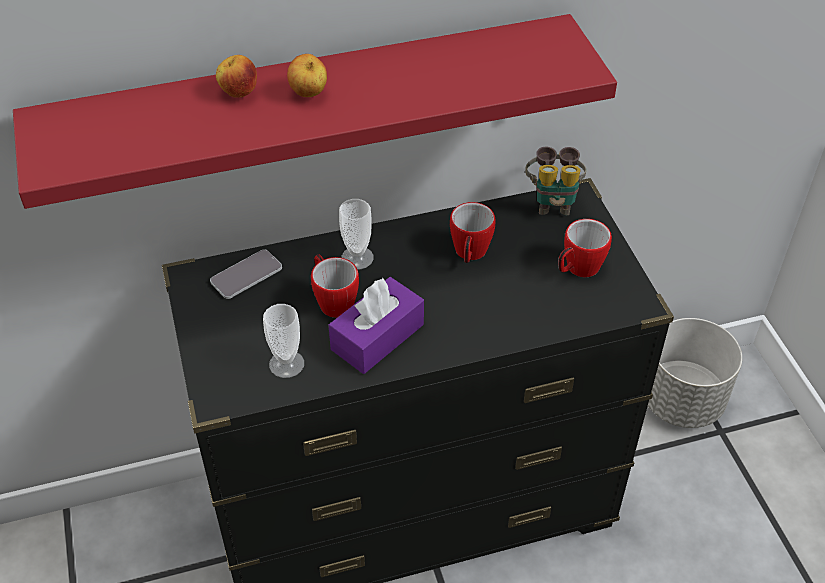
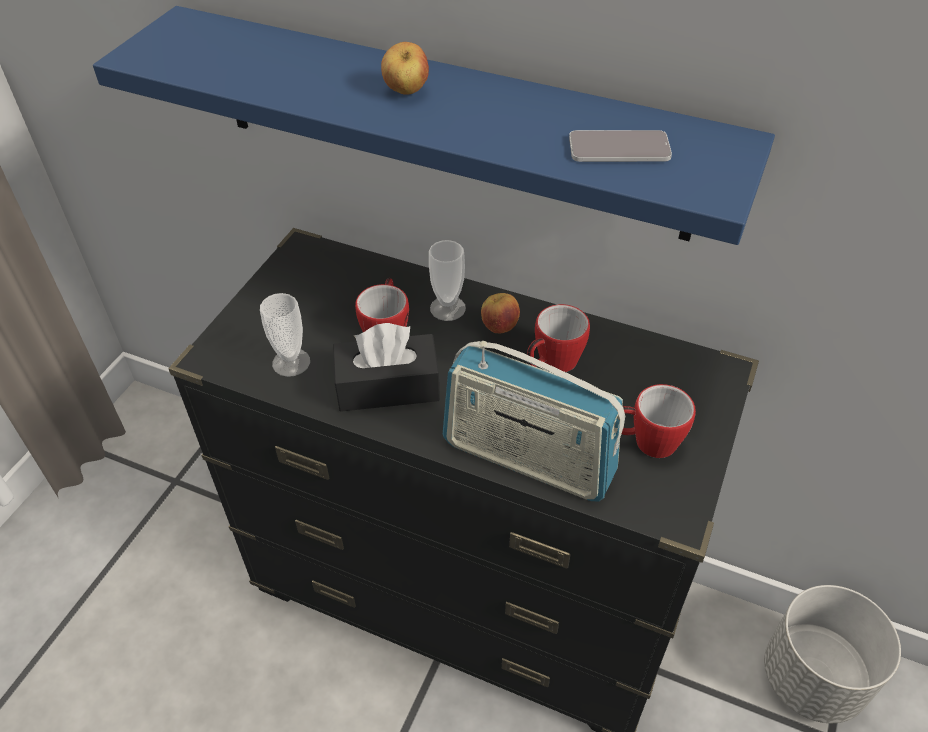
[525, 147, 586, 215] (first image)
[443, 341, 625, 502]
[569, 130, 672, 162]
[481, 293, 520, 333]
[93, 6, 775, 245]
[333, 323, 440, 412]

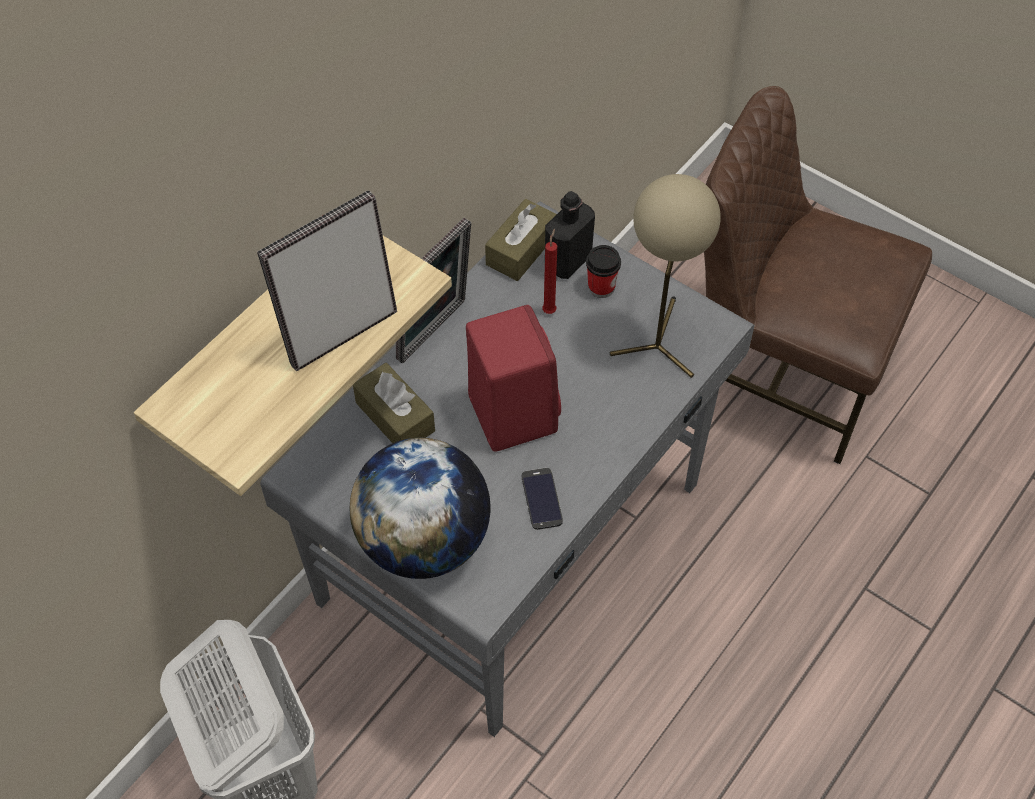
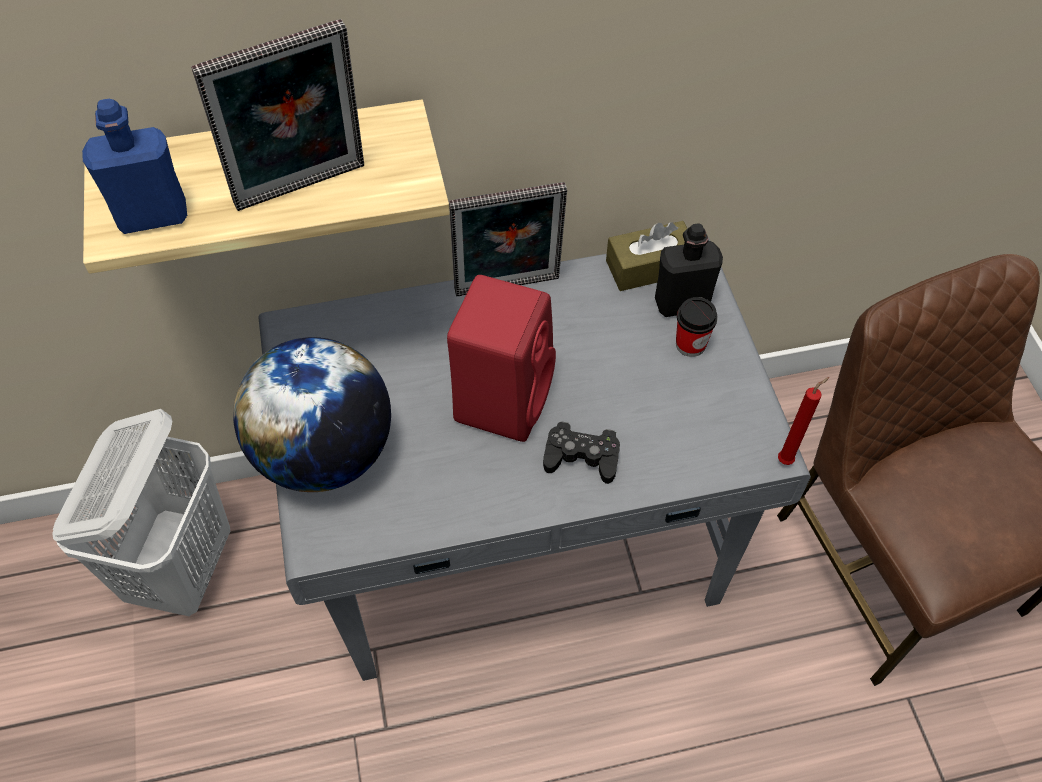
[353, 363, 435, 443] (first image)
[522, 468, 563, 530] (first image)
[610, 174, 721, 378] (first image)
[82, 99, 187, 234]
[543, 421, 620, 484]
[778, 377, 829, 465]
[191, 19, 364, 211]

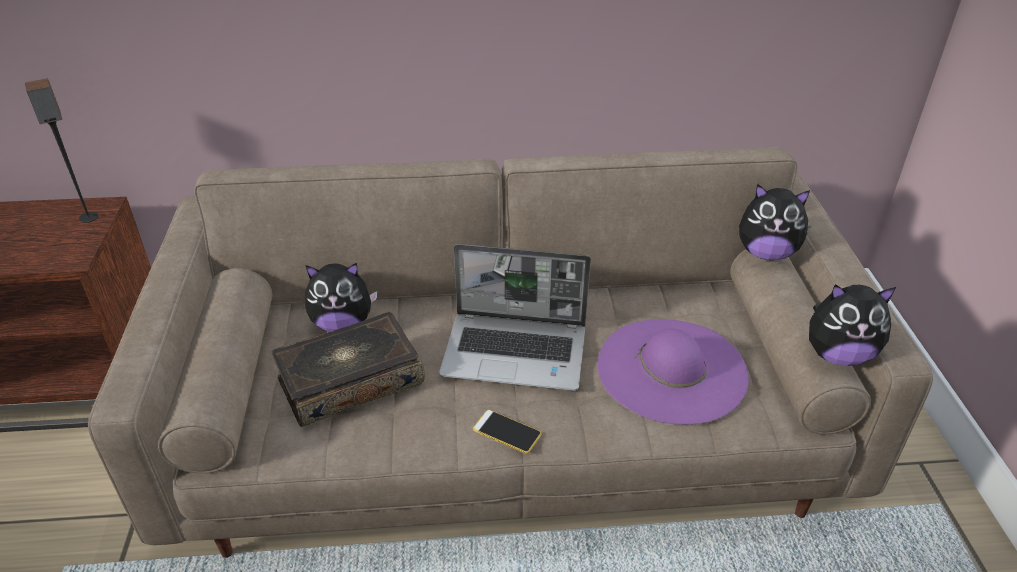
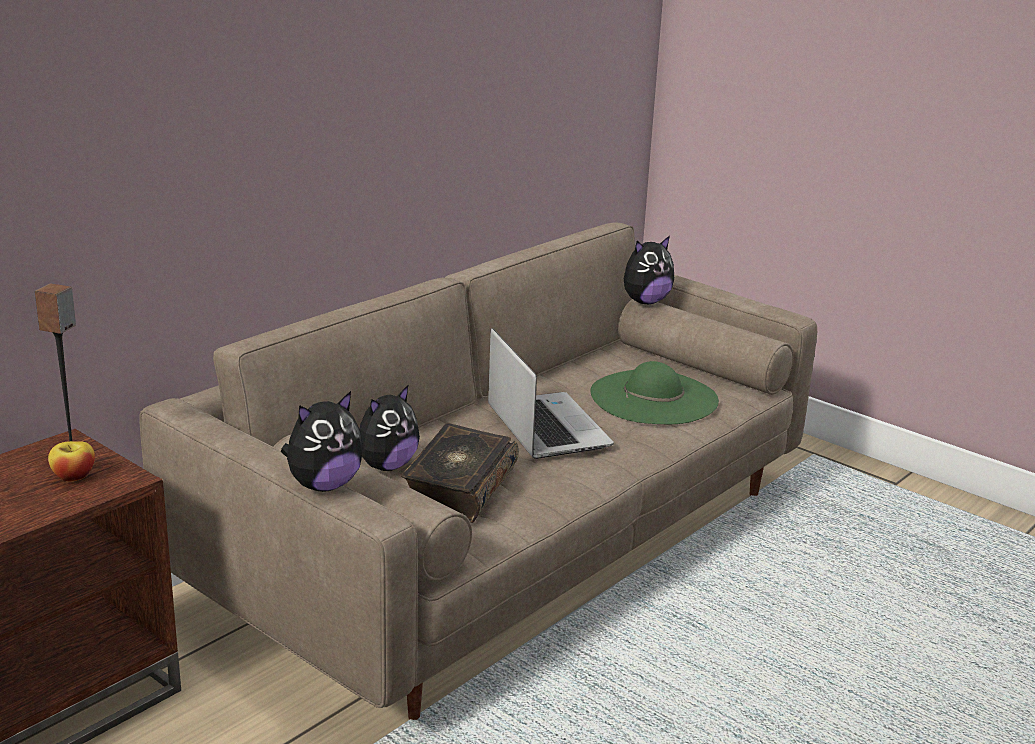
[473, 410, 542, 454] (first image)
[48, 441, 95, 481]
[281, 391, 364, 492]
[591, 361, 719, 424]
[488, 328, 614, 459]

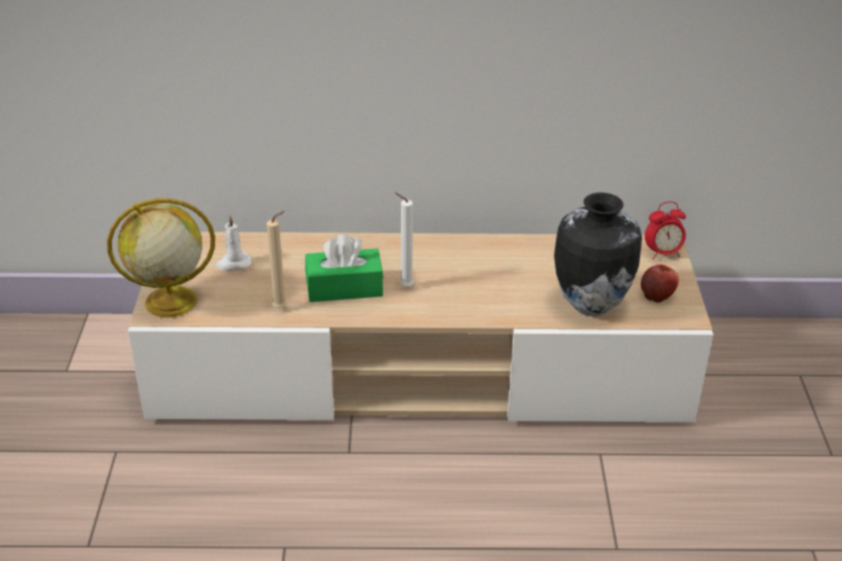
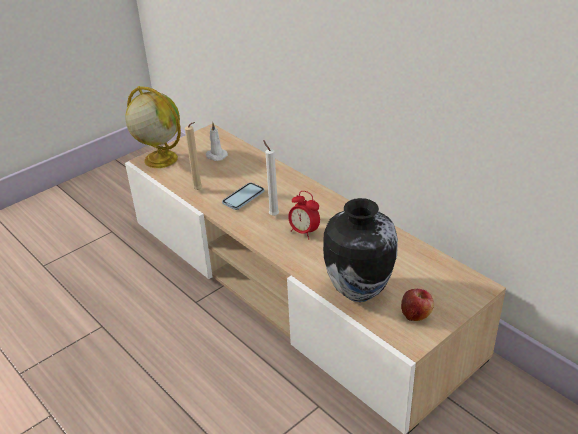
[288, 191, 320, 239]
[222, 183, 265, 210]

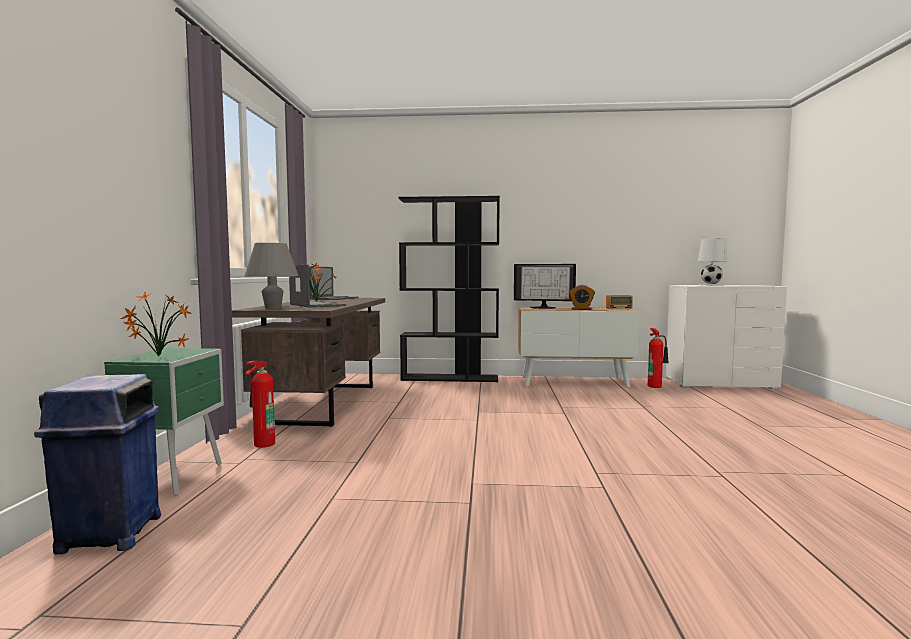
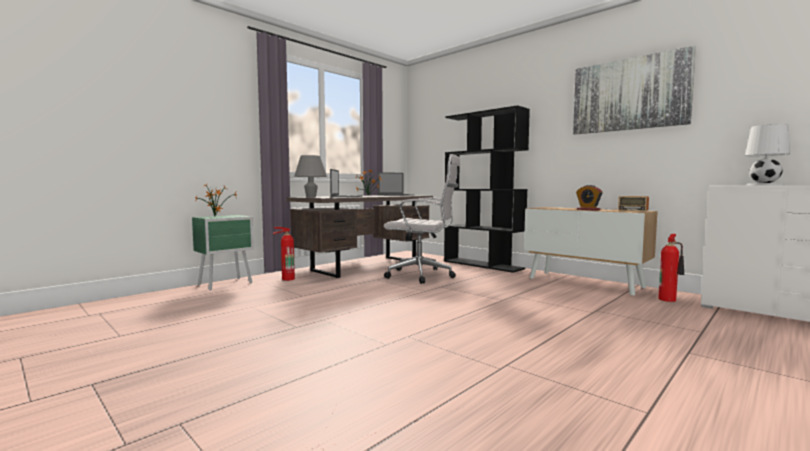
[34, 374, 161, 555] (first image)
[514, 264, 576, 309] (first image)
[384, 154, 460, 284]
[573, 46, 696, 135]

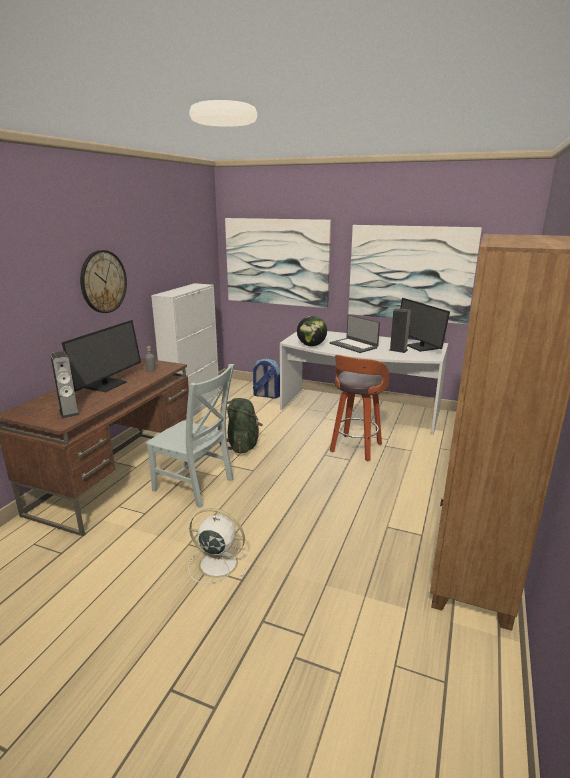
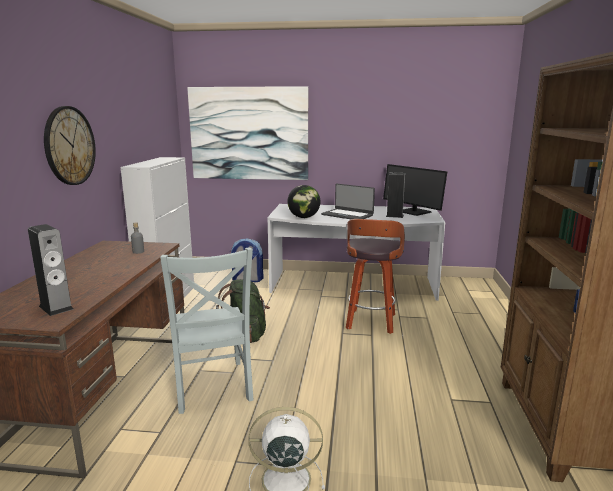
[61, 320, 141, 392] (first image)
[348, 225, 482, 325] (first image)
[160, 247, 253, 414]

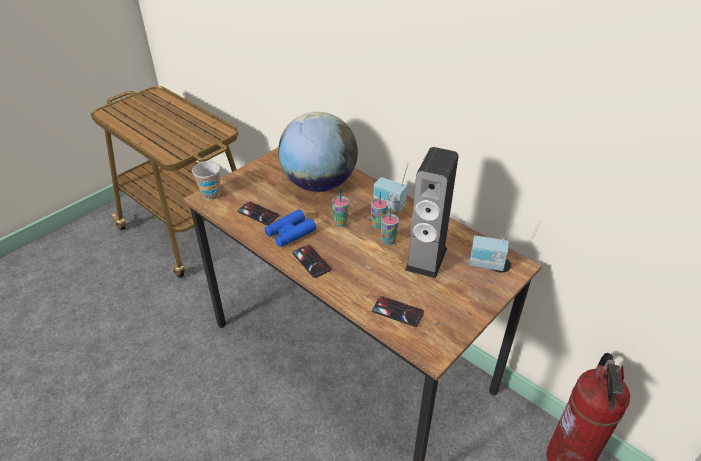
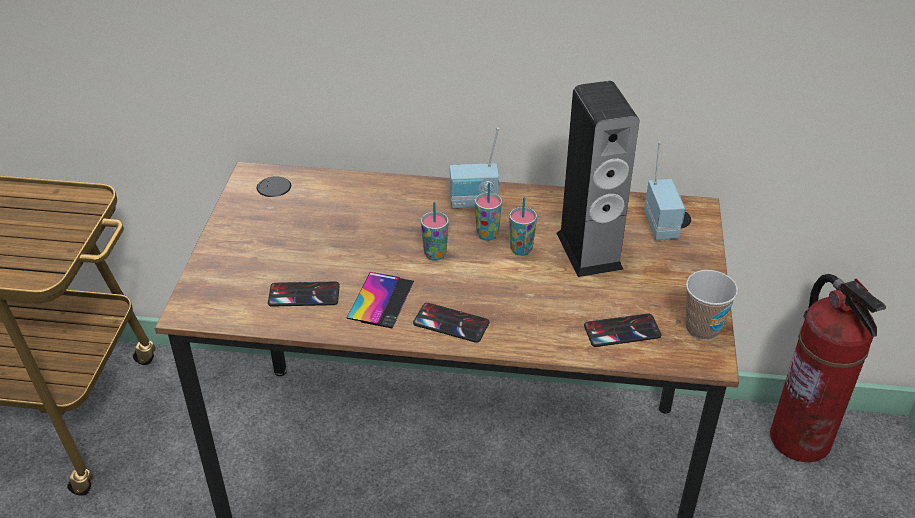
[278, 112, 358, 192] (first image)
[686, 270, 738, 340]
[347, 272, 414, 329]
[644, 142, 686, 240]

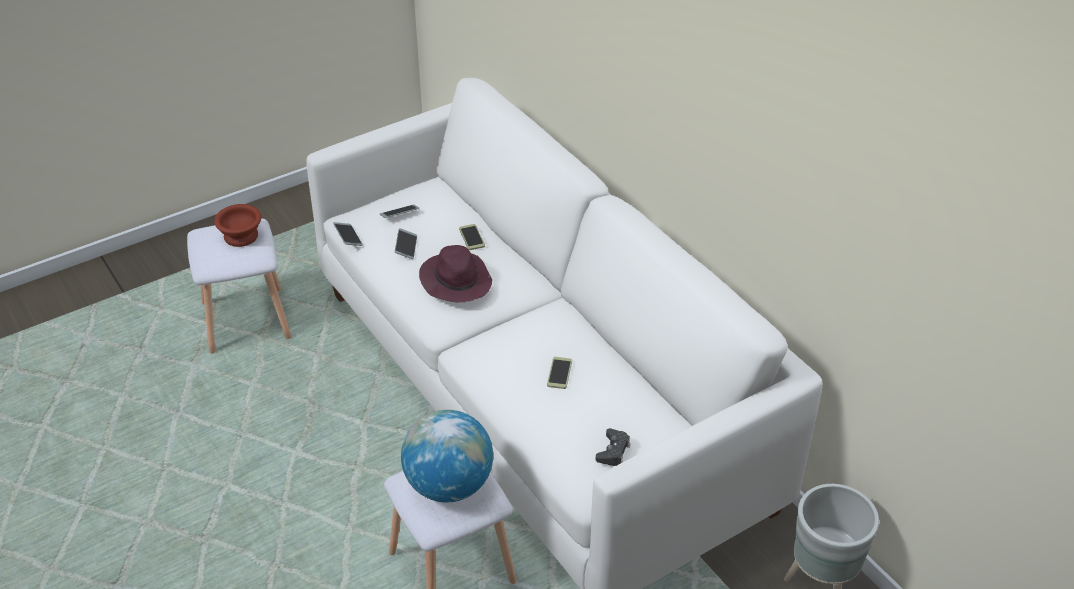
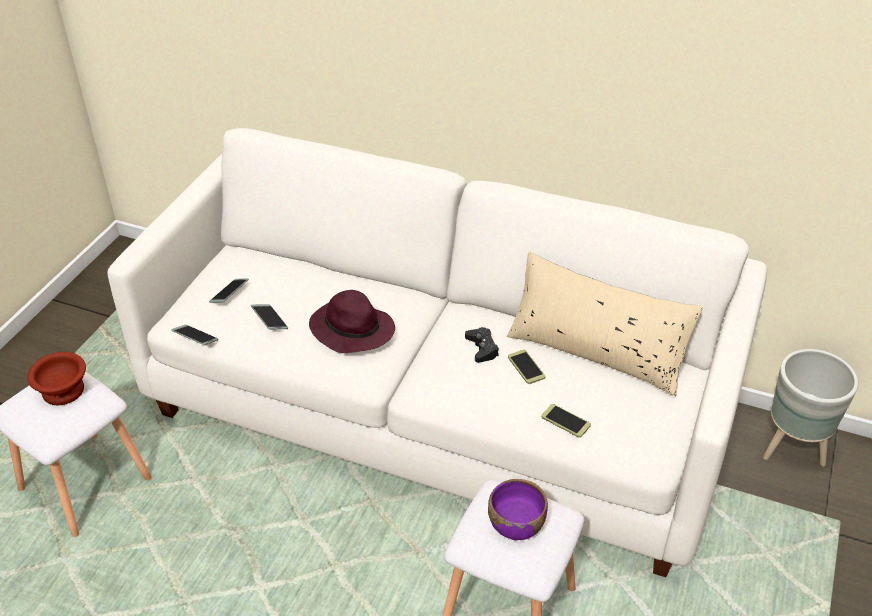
[507, 251, 703, 396]
[542, 404, 591, 438]
[465, 327, 499, 363]
[488, 479, 548, 540]

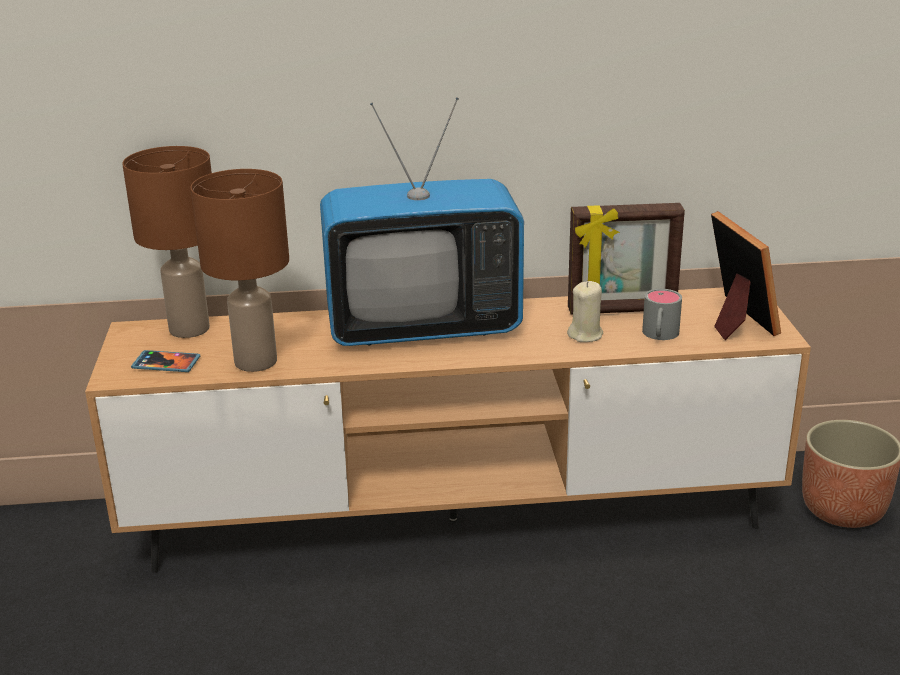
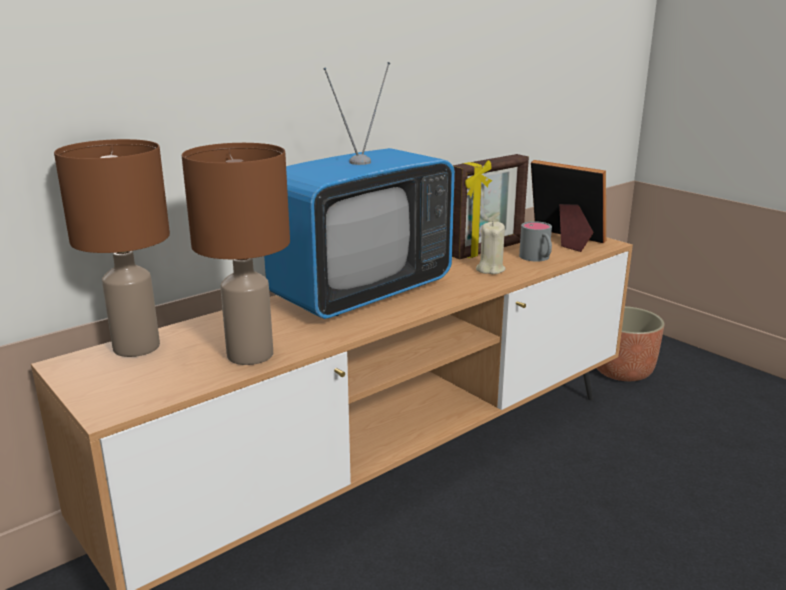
[131, 350, 200, 372] (first image)

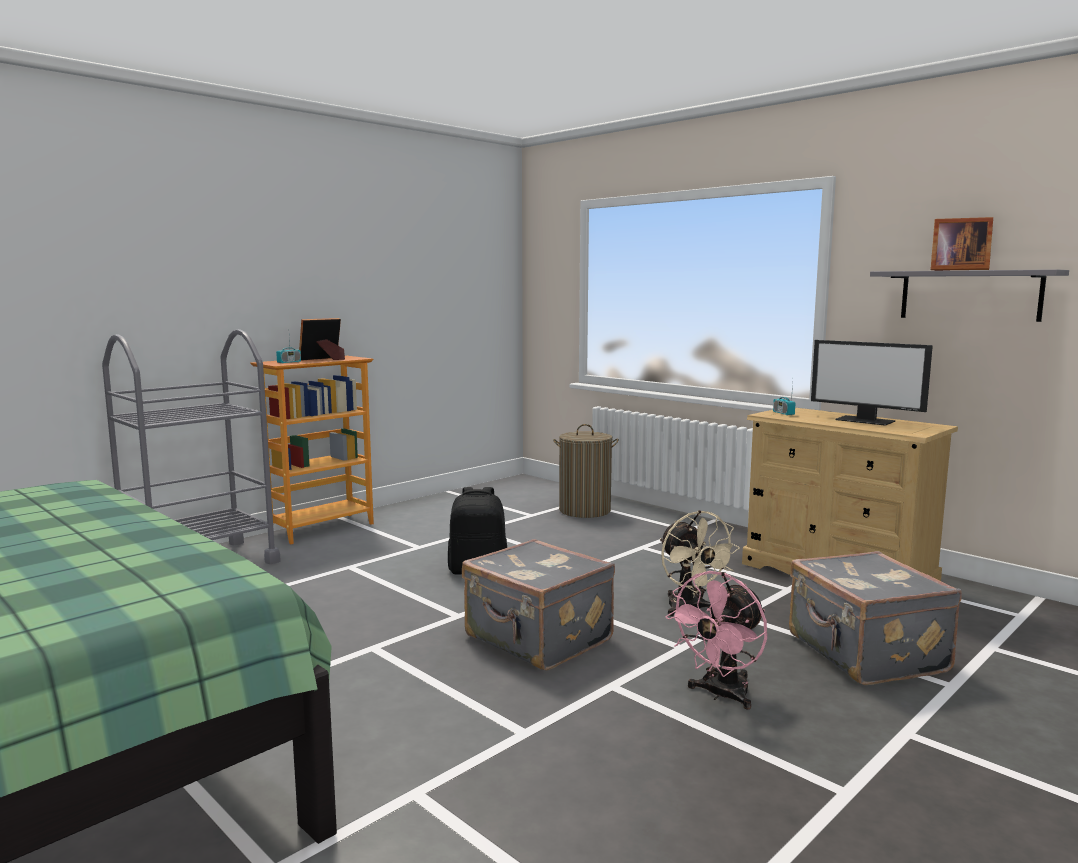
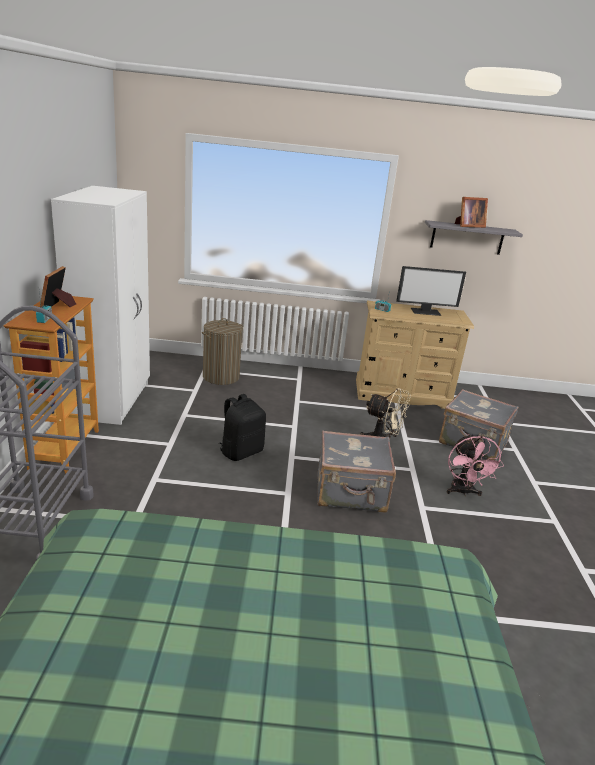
[51, 186, 150, 425]

